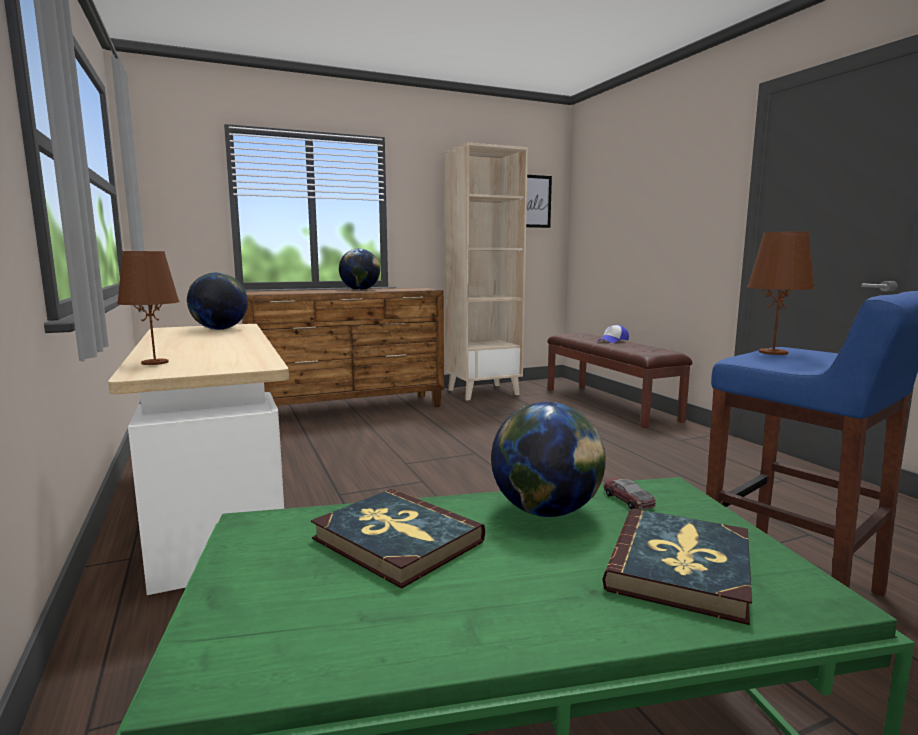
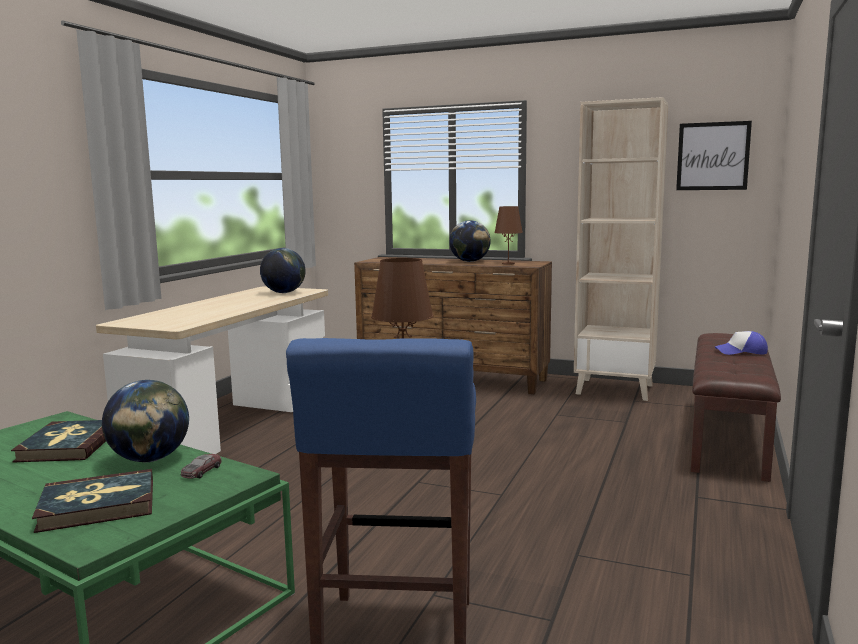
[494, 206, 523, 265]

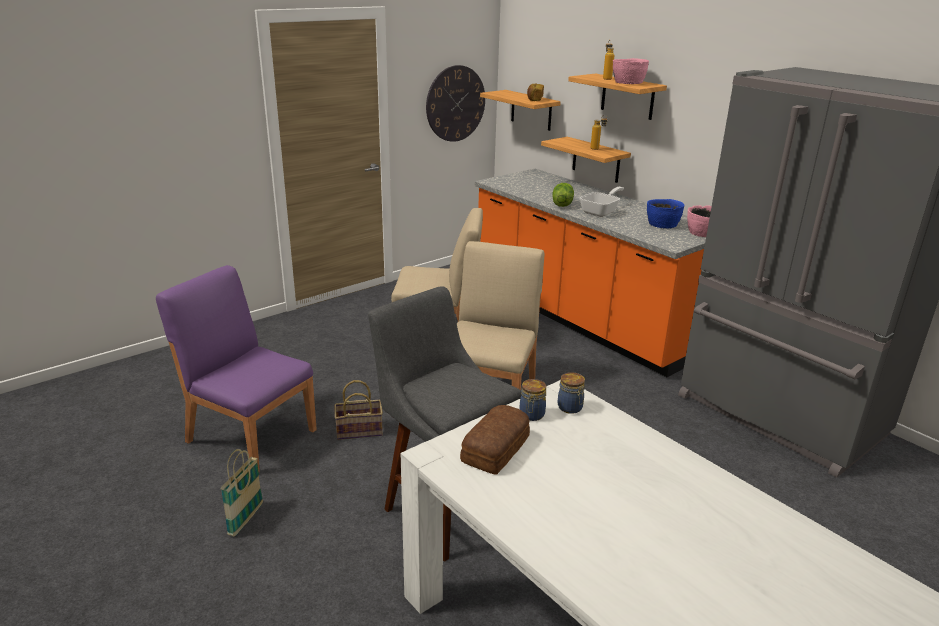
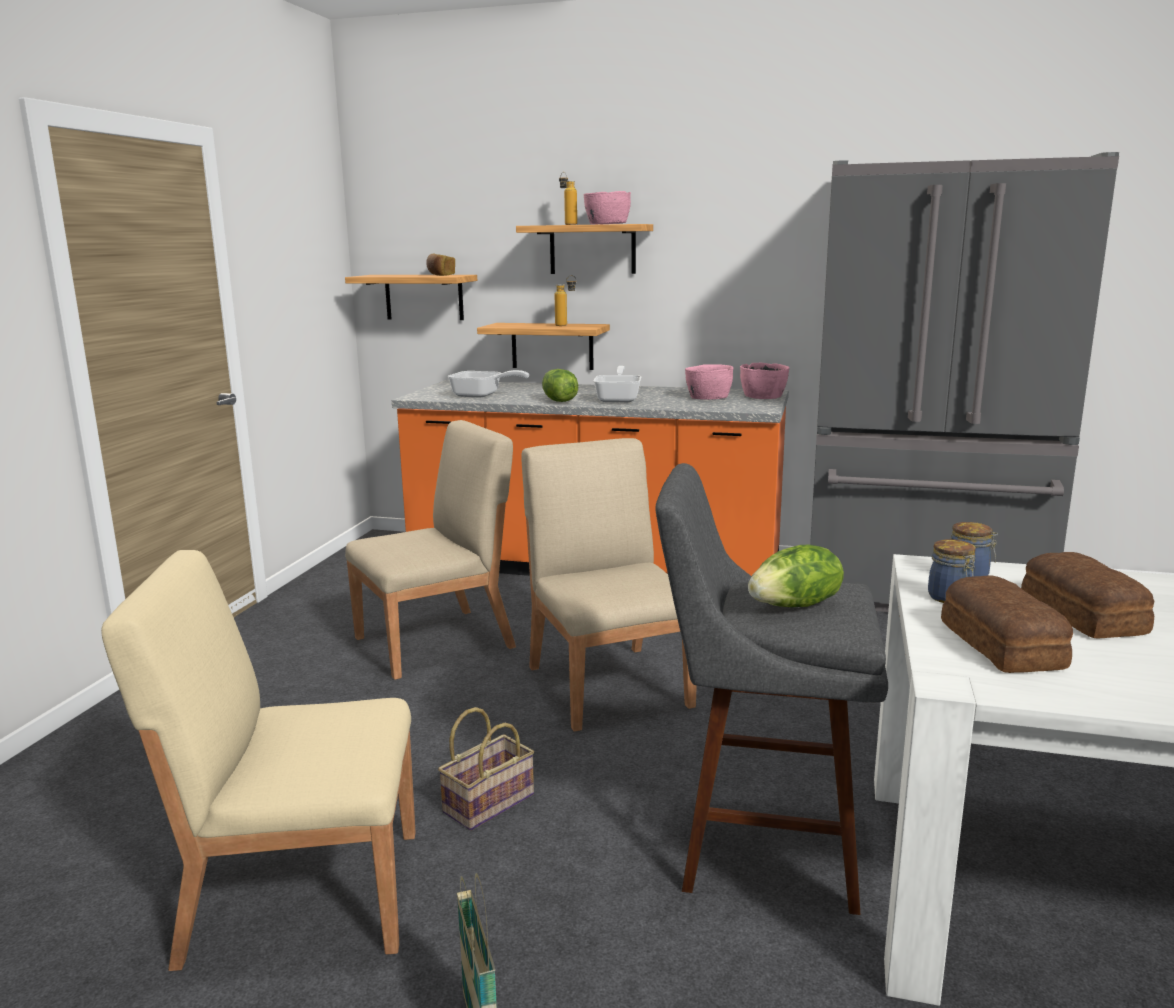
[426, 65, 485, 142] (first image)
[448, 370, 529, 398]
[748, 545, 844, 607]
[1021, 552, 1155, 638]
[101, 550, 416, 971]
[685, 364, 733, 400]

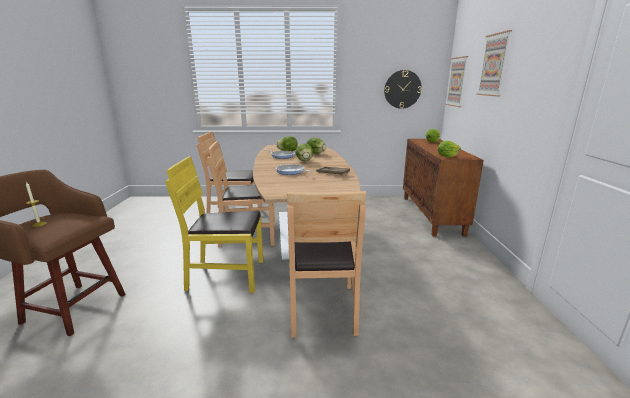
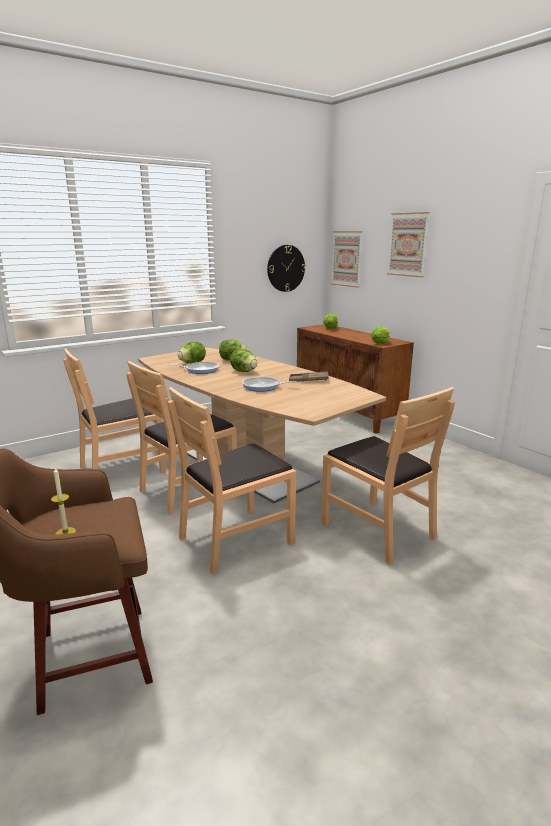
[167, 387, 296, 574]

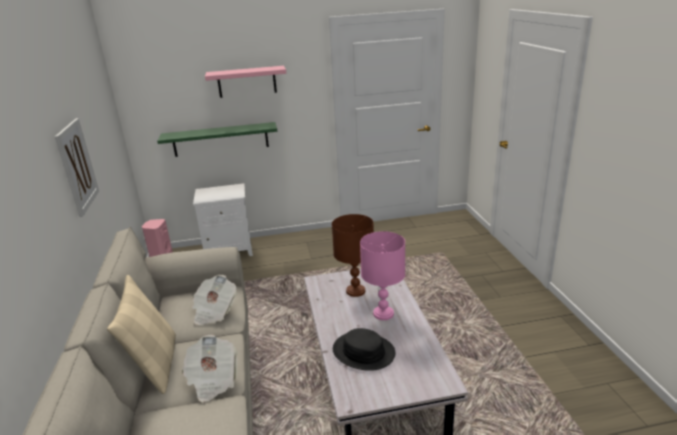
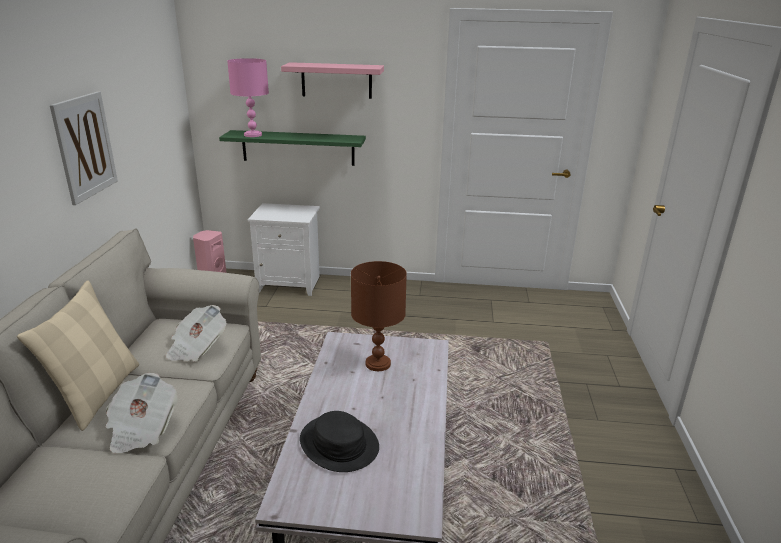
[227, 58, 269, 137]

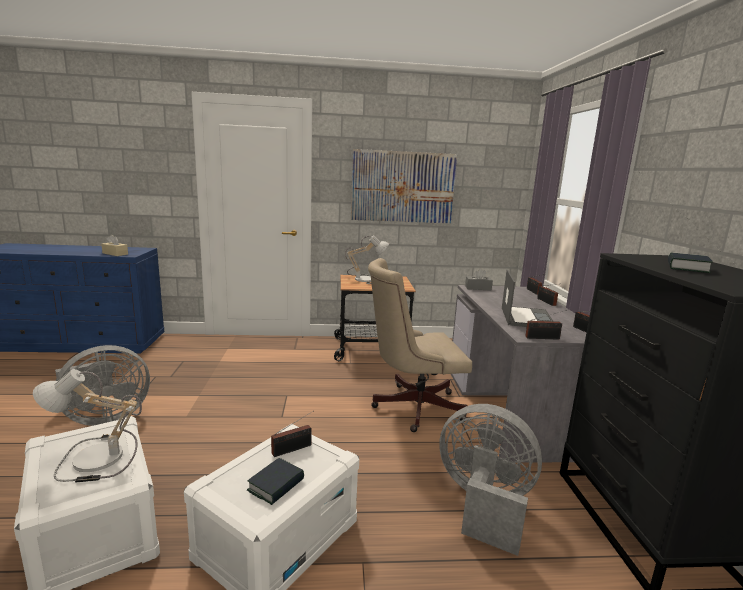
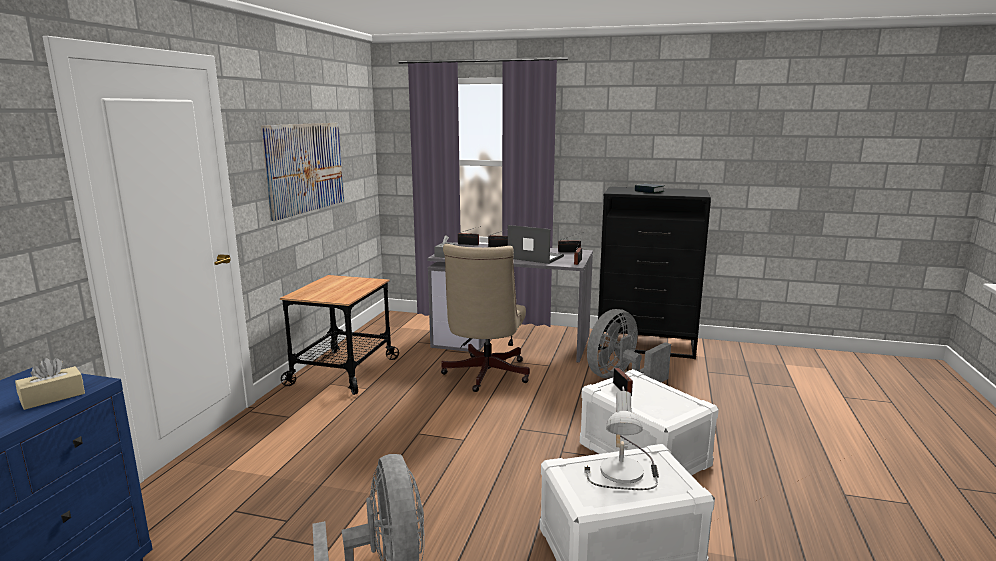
[247, 458, 304, 505] (first image)
[345, 235, 389, 284] (first image)

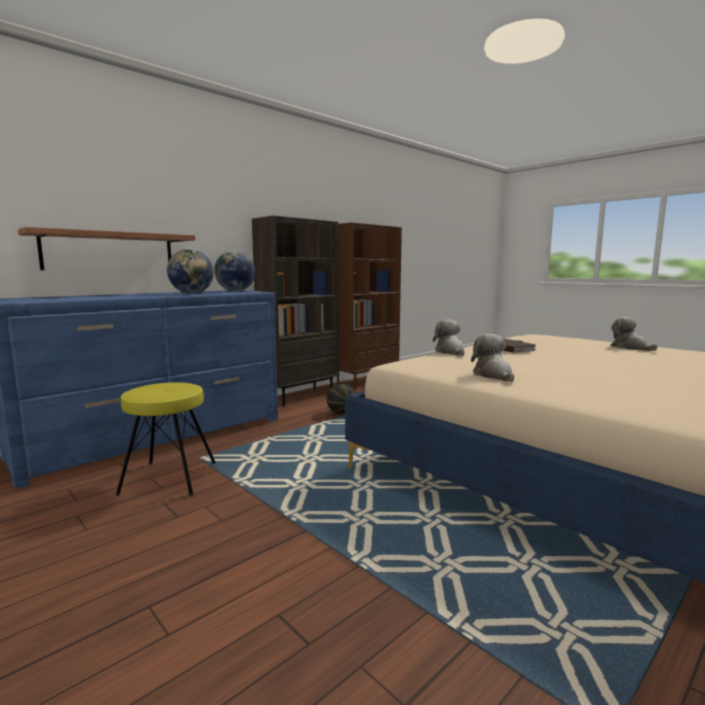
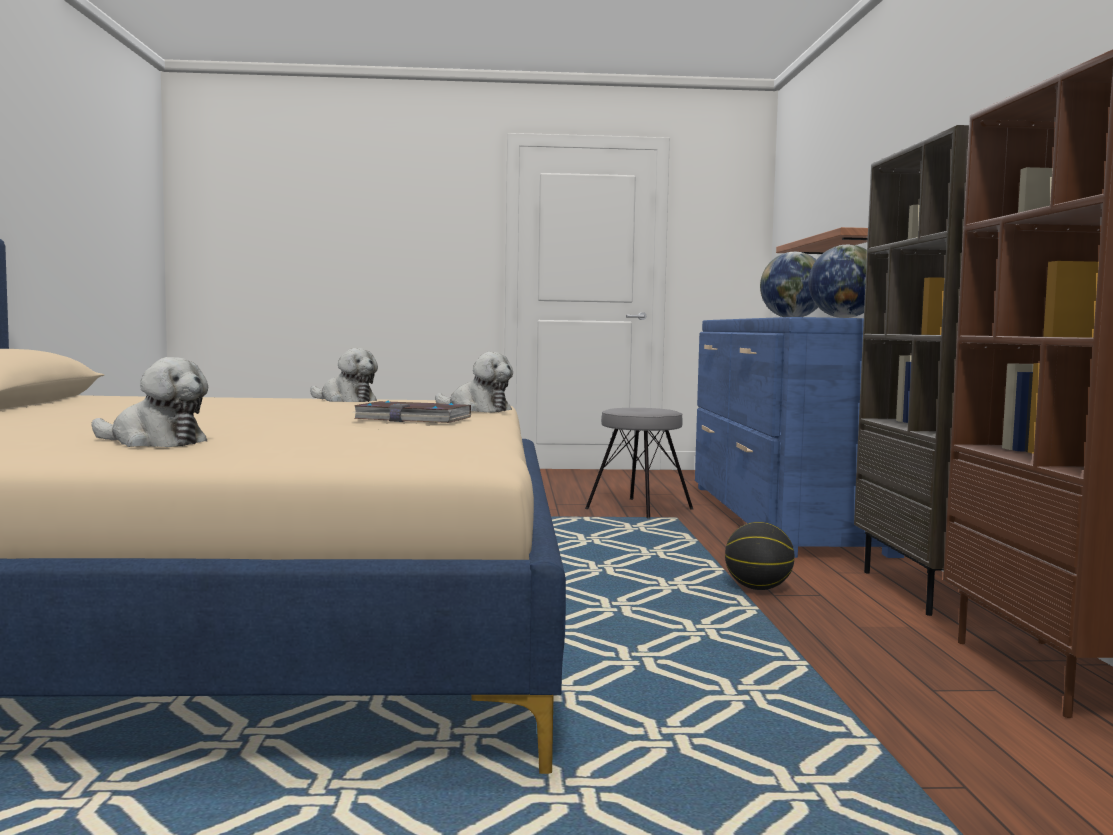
[585, 408, 693, 519]

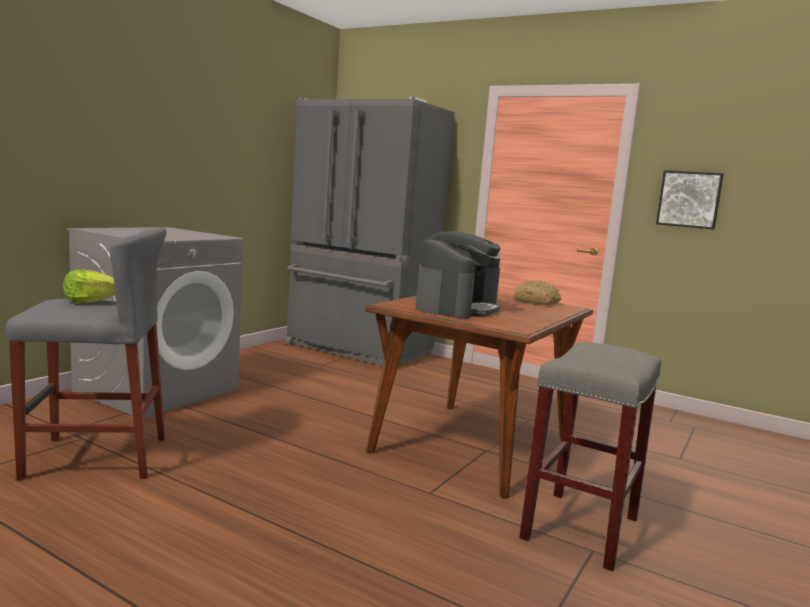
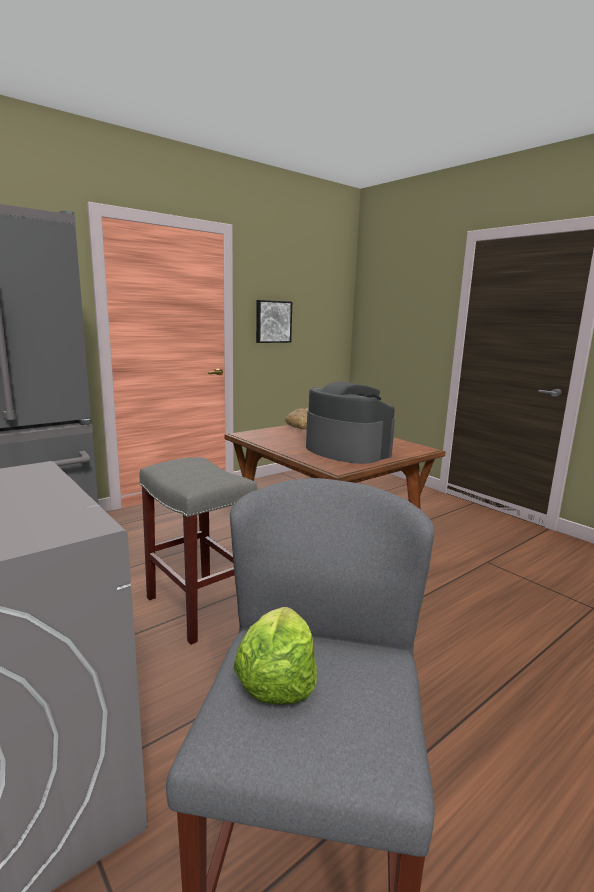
[140, 457, 257, 645]

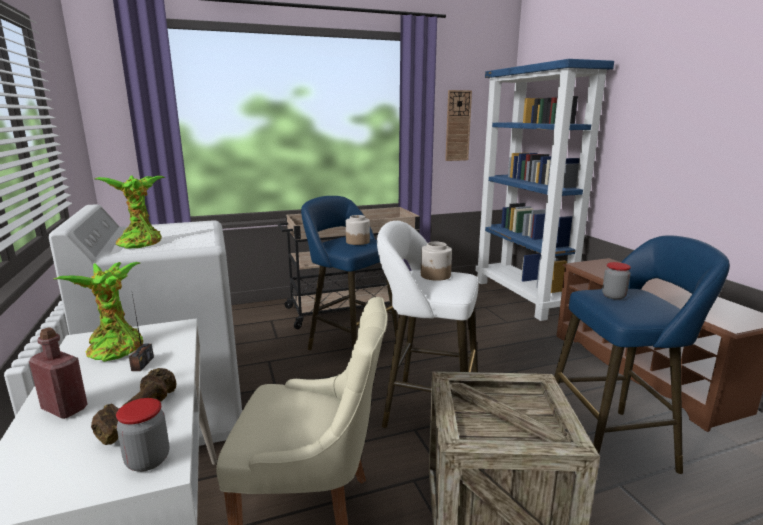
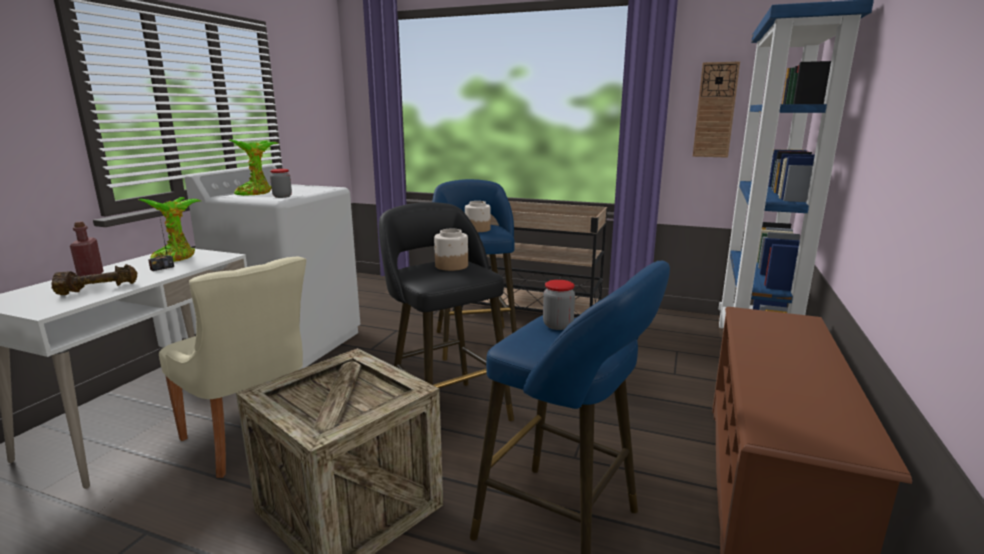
[270, 169, 292, 198]
[379, 202, 514, 421]

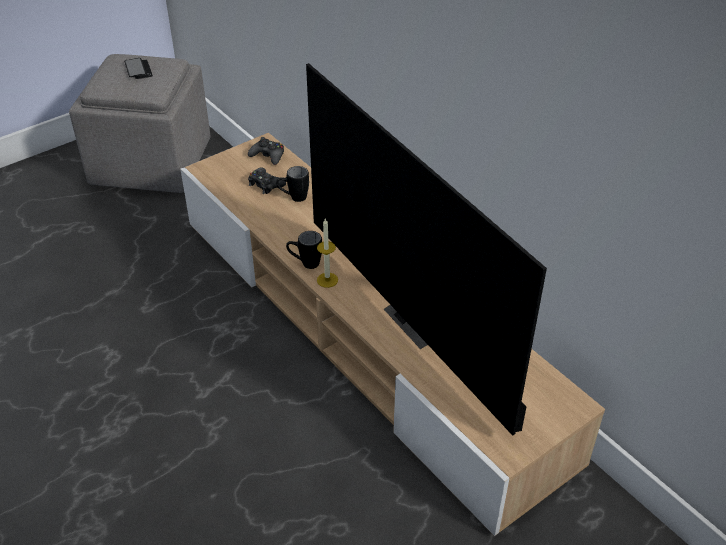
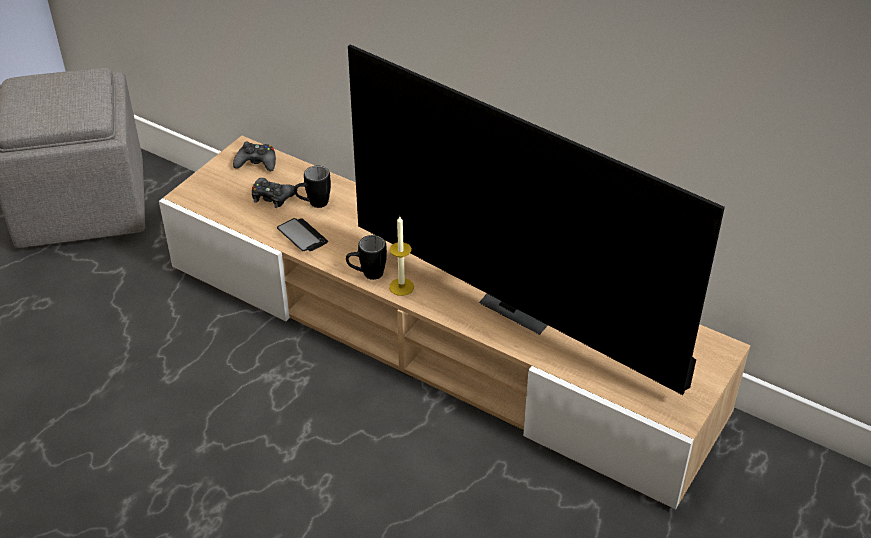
[277, 218, 328, 251]

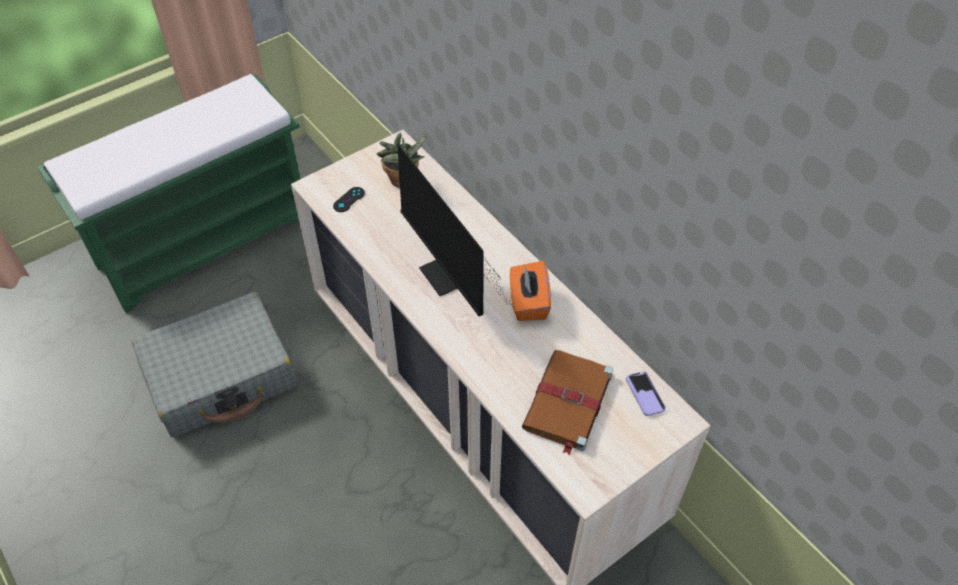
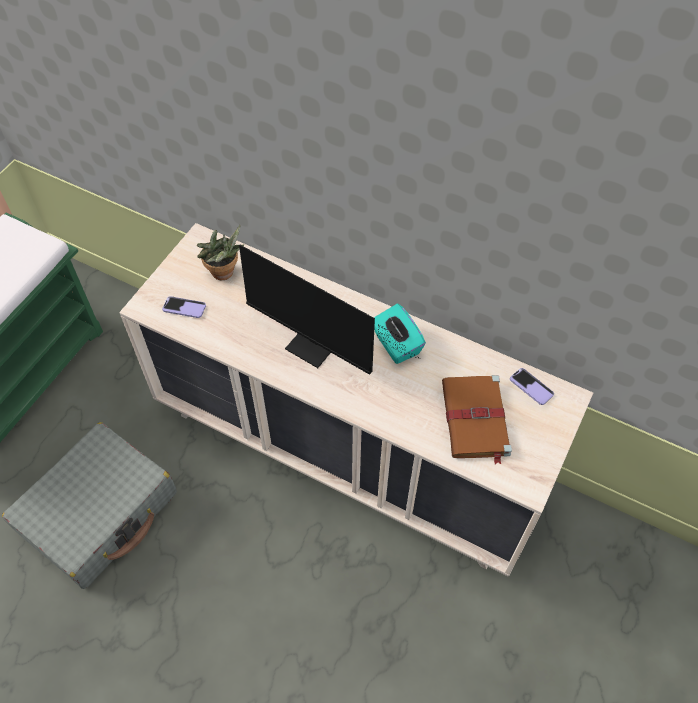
[162, 296, 206, 318]
[374, 304, 426, 364]

